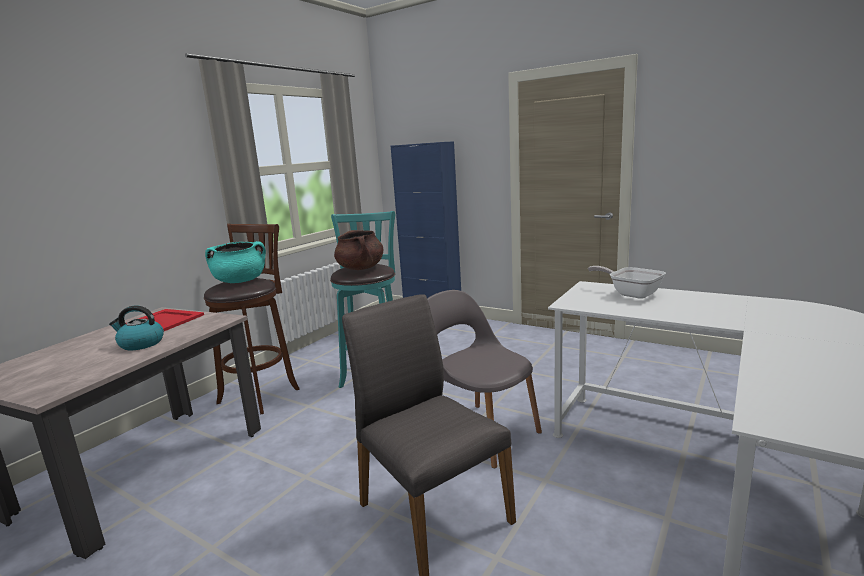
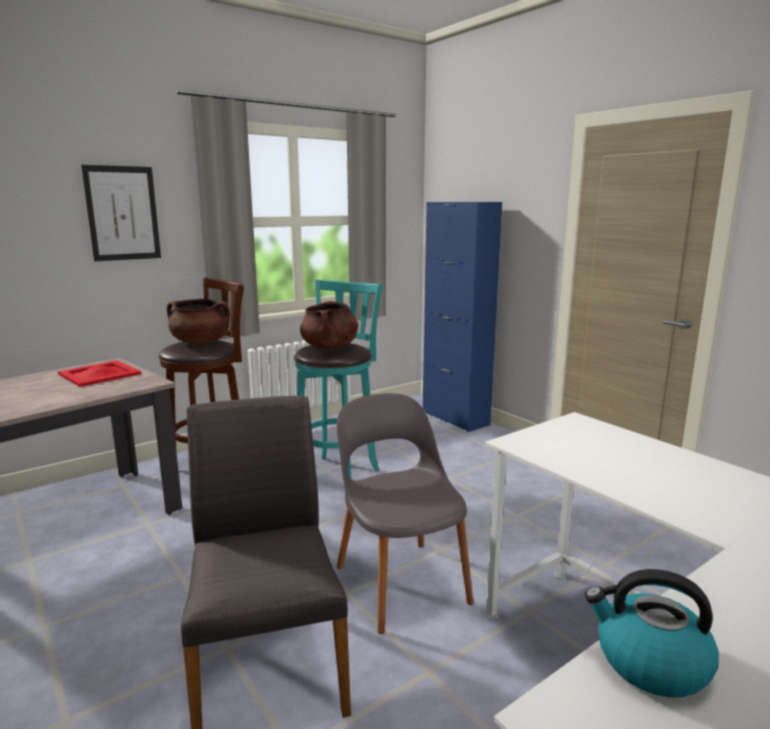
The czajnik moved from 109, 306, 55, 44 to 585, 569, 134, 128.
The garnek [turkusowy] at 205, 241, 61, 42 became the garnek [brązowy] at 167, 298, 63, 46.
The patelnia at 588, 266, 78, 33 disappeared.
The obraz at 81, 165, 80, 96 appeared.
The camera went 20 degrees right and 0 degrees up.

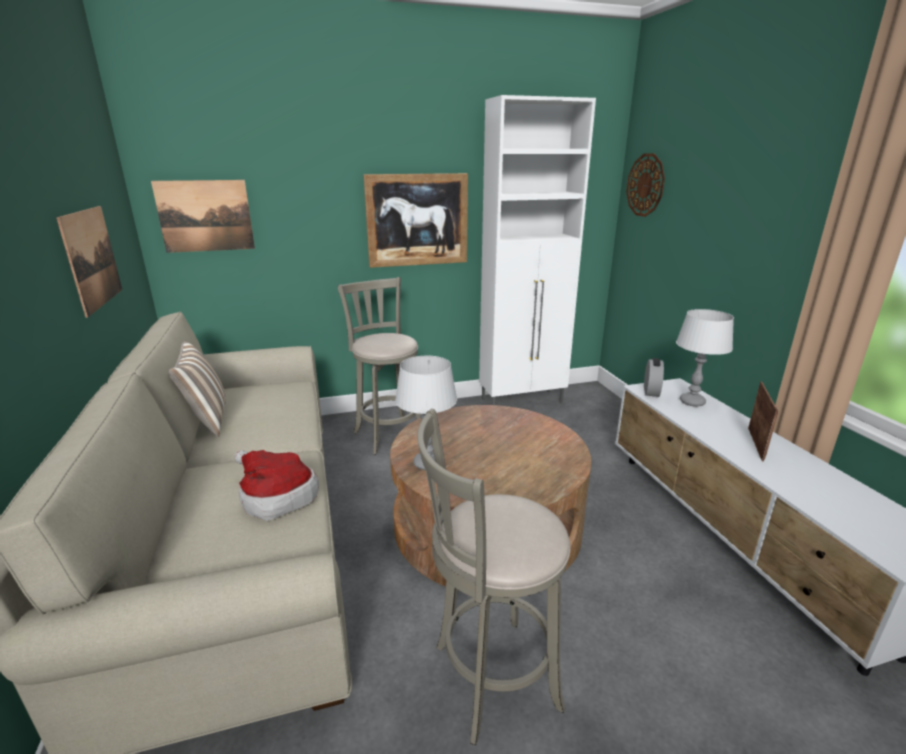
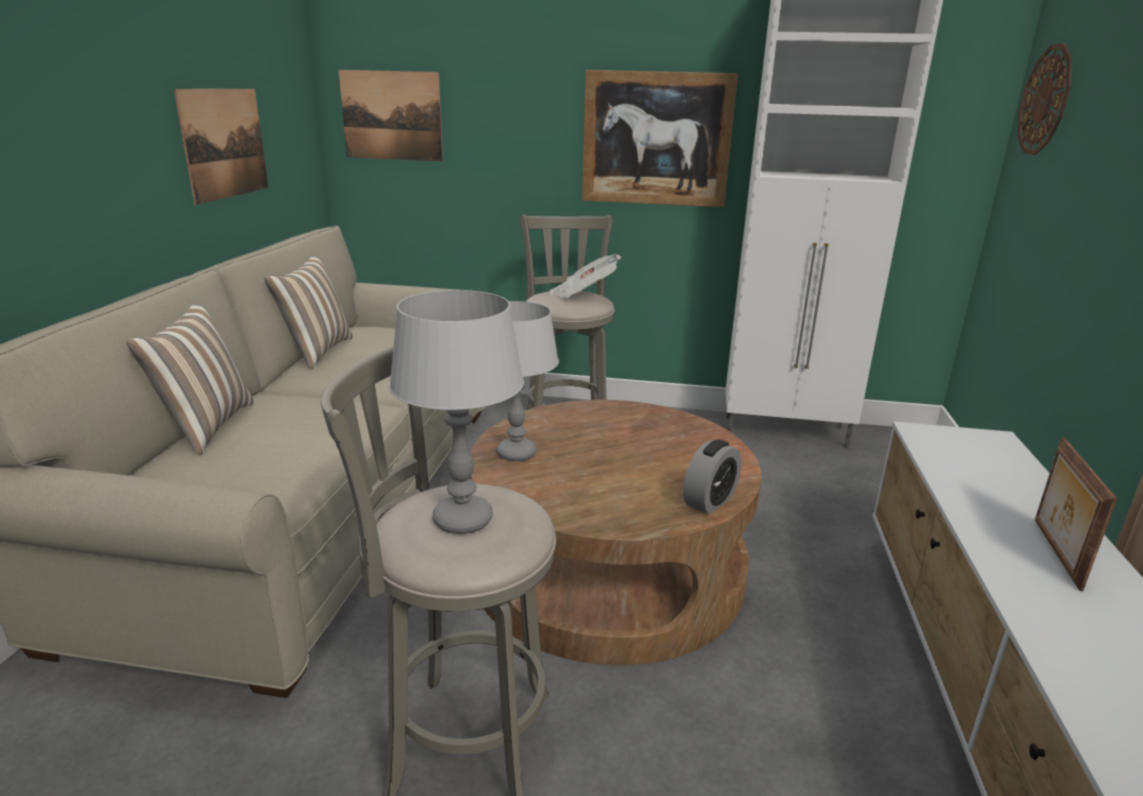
The kapelusz at 234, 450, 85, 71 disappeared.
The budzik moved from 644, 358, 20, 39 to 683, 439, 59, 76.
The lampa stołowa [szary] moved from 676, 309, 58, 98 to 389, 290, 135, 244.
The ramka na zdjęcie at 748, 381, 30, 81 turned 150 degrees clockwise.
The poduszka at 126, 301, 127, 154 appeared.
The gazeta at 549, 254, 72, 44 appeared.
The camera went 25 degrees right and 0 degrees up.

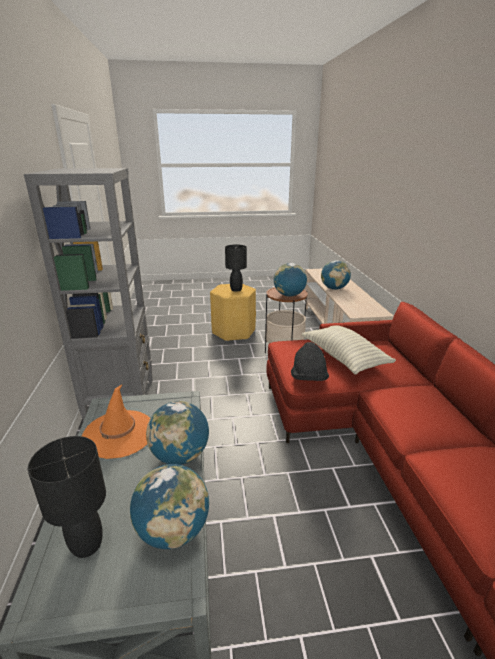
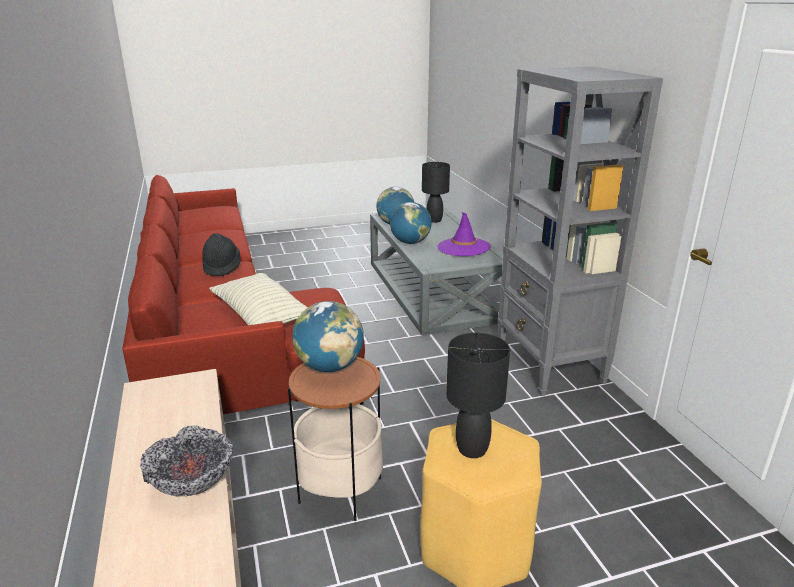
The kapelusz [pomarańczowy] at 82, 384, 68, 75 became the kapelusz [fioletowy] at 438, 212, 53, 44.
The kapelusz [czarny] moved from 291, 342, 38, 39 to 202, 233, 38, 43.
The globus at 321, 260, 30, 30 was replaced by the miska at 140, 425, 93, 72.
The camera went 170 degrees right and 0 degrees up.

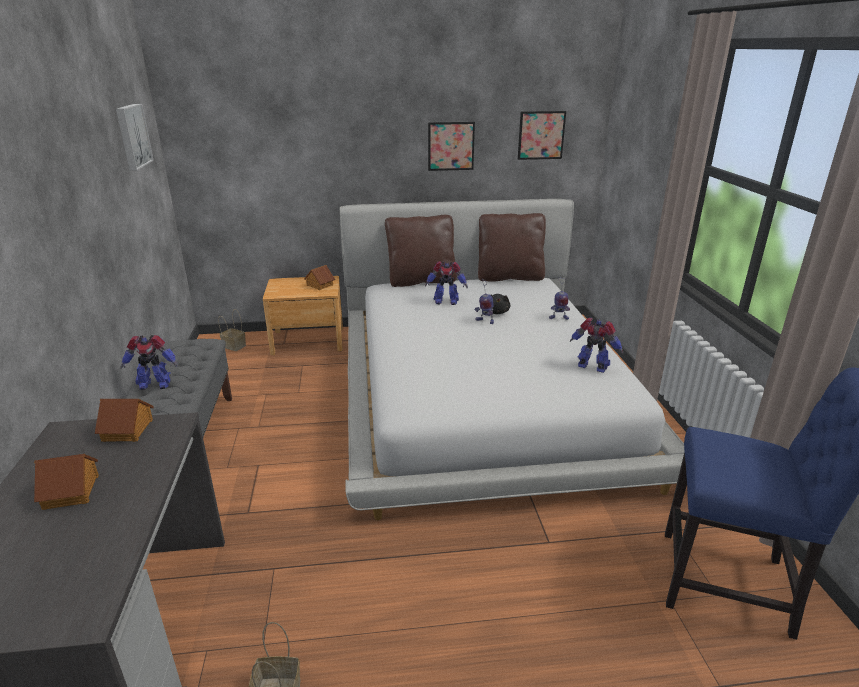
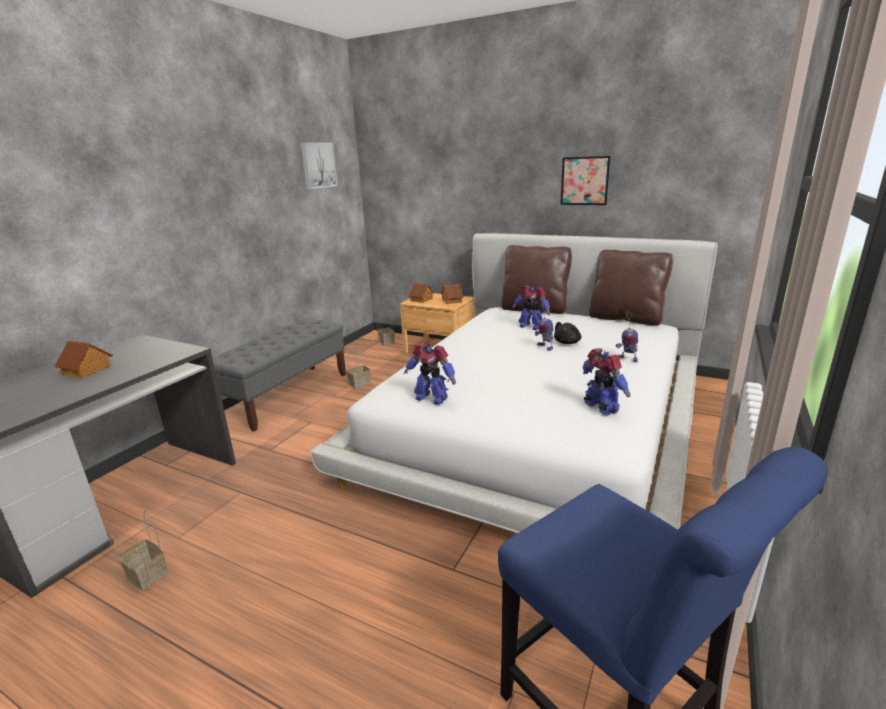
The domek moved from 95, 399, 59, 43 to 409, 283, 25, 20.
The robot zabawkowy moved from 120, 335, 58, 55 to 404, 343, 52, 62.
The obraz at 518, 111, 48, 49 disappeared.
The koszyk at 346, 346, 25, 42 appeared.
The camera went 35 degrees right and 5 degrees down.

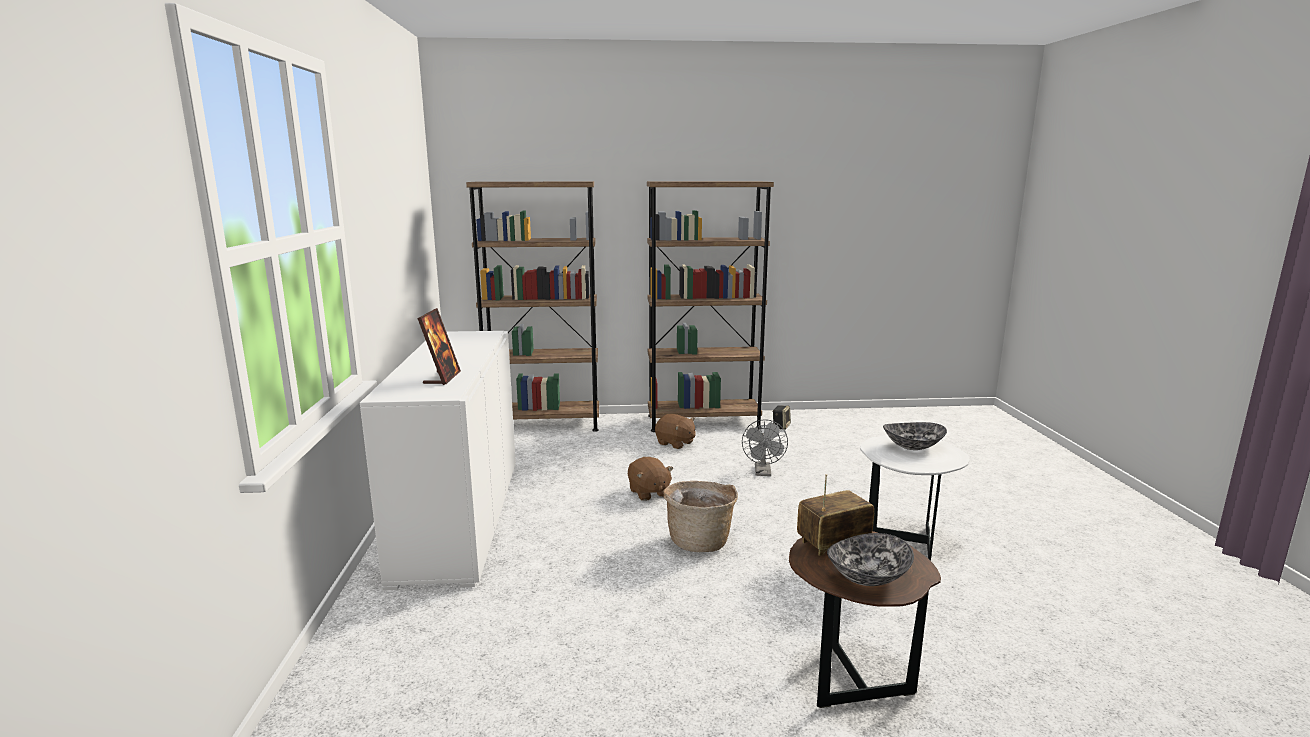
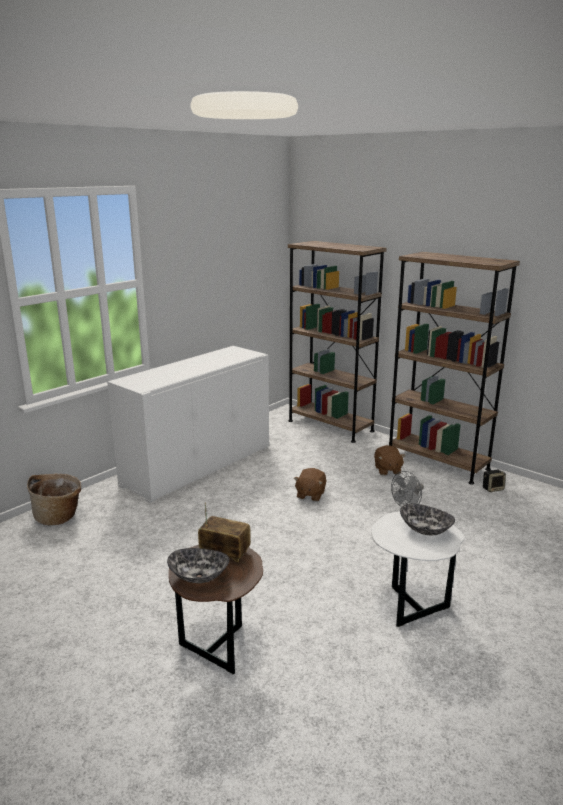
The ramka na zdjęcie at 417, 308, 44, 77 disappeared.
The koszyk moved from 663, 481, 75, 71 to 27, 474, 54, 51.
The camera went 45 degrees right and 5 degrees up.

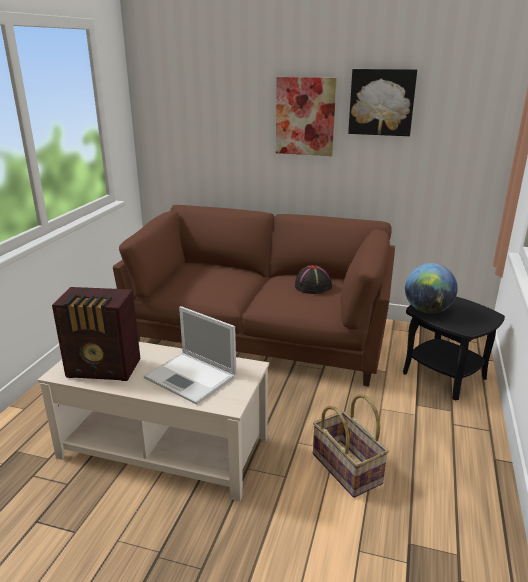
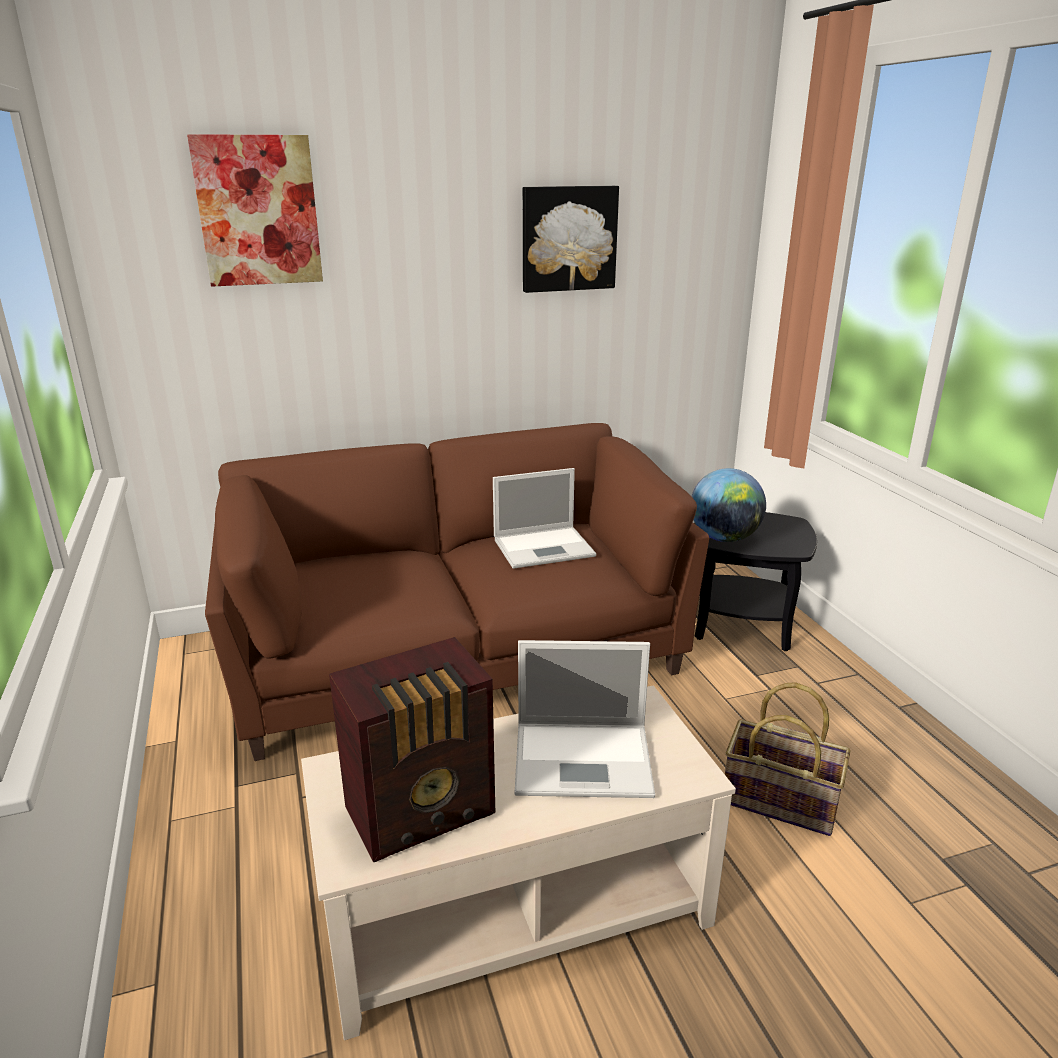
The obraz moved from 276, 77, 61, 79 to 187, 134, 136, 153.
The kapelusz [czarny] at 295, 265, 37, 29 was replaced by the laptop at 493, 468, 103, 101.
The camera went 35 degrees left and 0 degrees up.

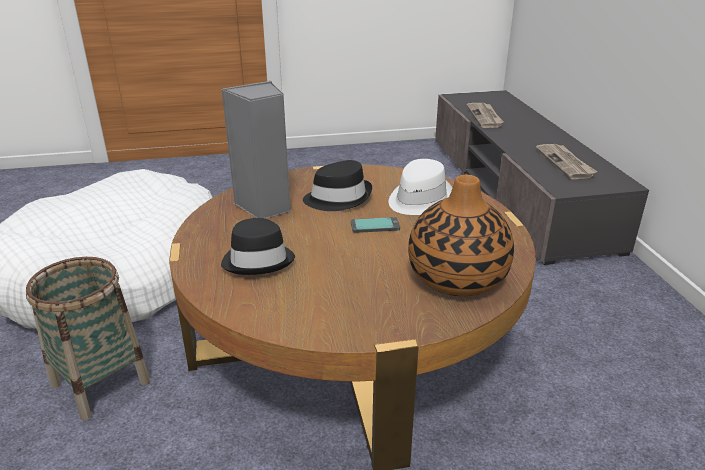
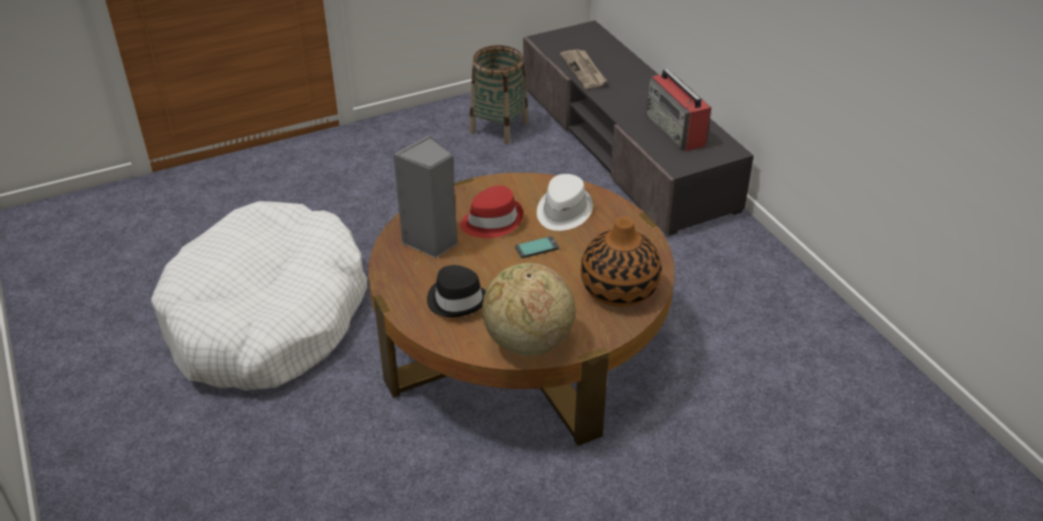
The koszyk moved from 26, 257, 124, 164 to 469, 45, 59, 99.
The kapelusz [czarny] at 303, 160, 69, 51 became the kapelusz [czerwony] at 460, 185, 63, 53.
The gazeta at 536, 144, 61, 35 was replaced by the radio at 646, 69, 65, 83.
The globus at 482, 263, 93, 93 appeared.
The camera went 15 degrees left and 10 degrees up.

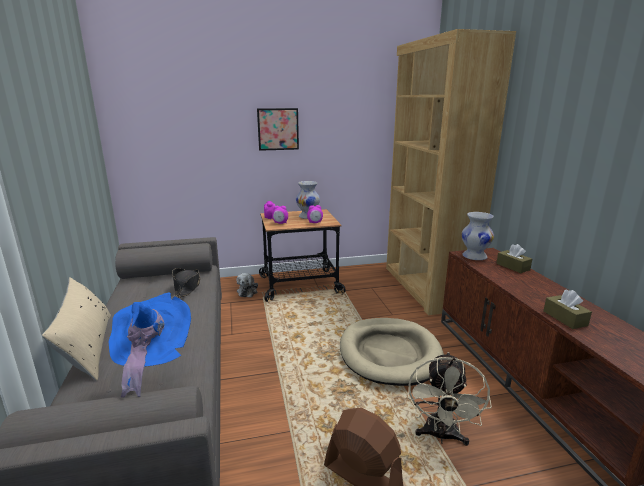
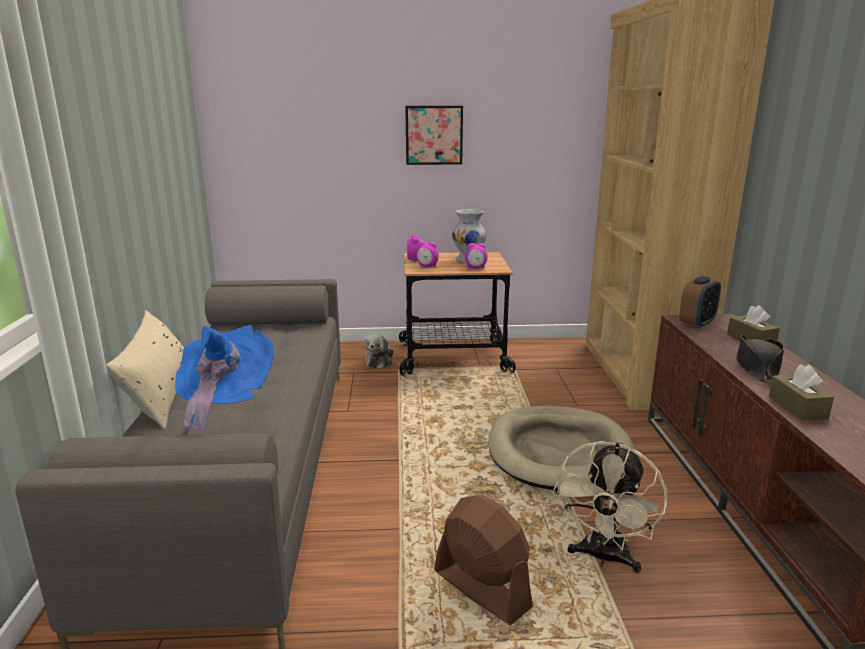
The kapelusz [czarny] moved from 172, 268, 28, 30 to 736, 334, 48, 49.
The wazon [biały] at 461, 212, 33, 48 was replaced by the budzik at 679, 276, 42, 52.
The camera went 10 degrees right and 0 degrees up.

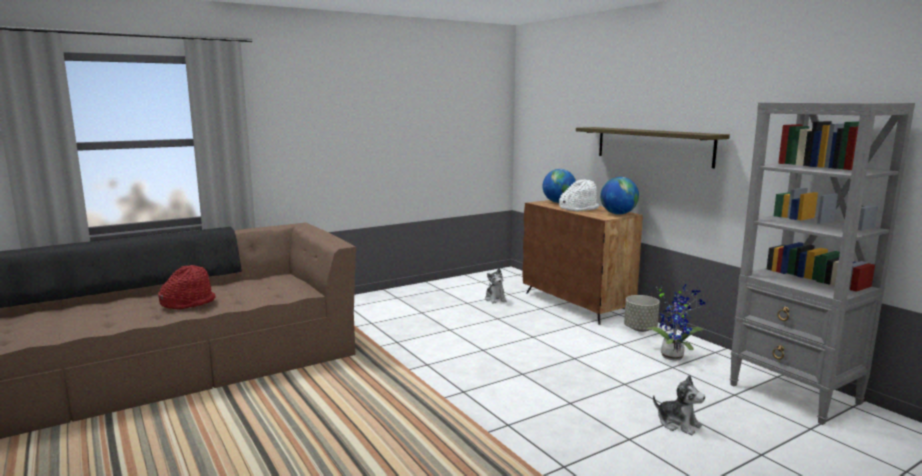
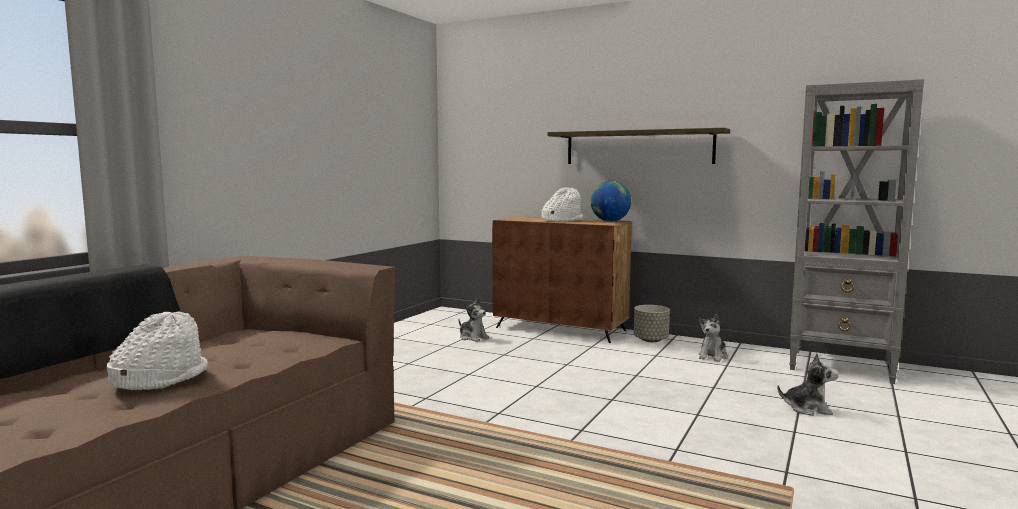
The kapelusz [czerwony] at 158, 265, 58, 44 became the kapelusz [biały] at 107, 311, 101, 79.
The globus at 543, 169, 33, 34 disappeared.
The roślina doniczkowa at 647, 284, 59, 77 was replaced by the pluszak at 699, 314, 29, 48.
The camera went 30 degrees left and 5 degrees down.

